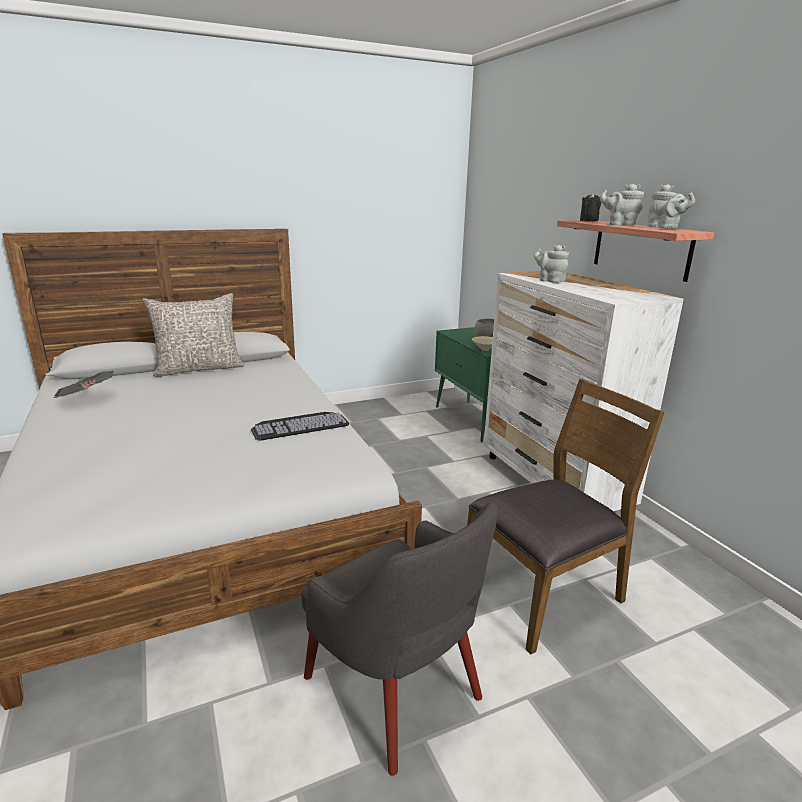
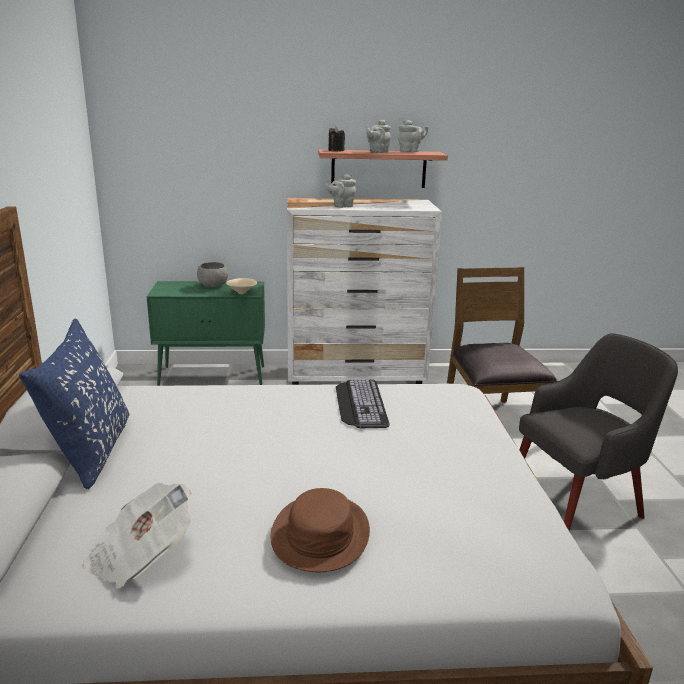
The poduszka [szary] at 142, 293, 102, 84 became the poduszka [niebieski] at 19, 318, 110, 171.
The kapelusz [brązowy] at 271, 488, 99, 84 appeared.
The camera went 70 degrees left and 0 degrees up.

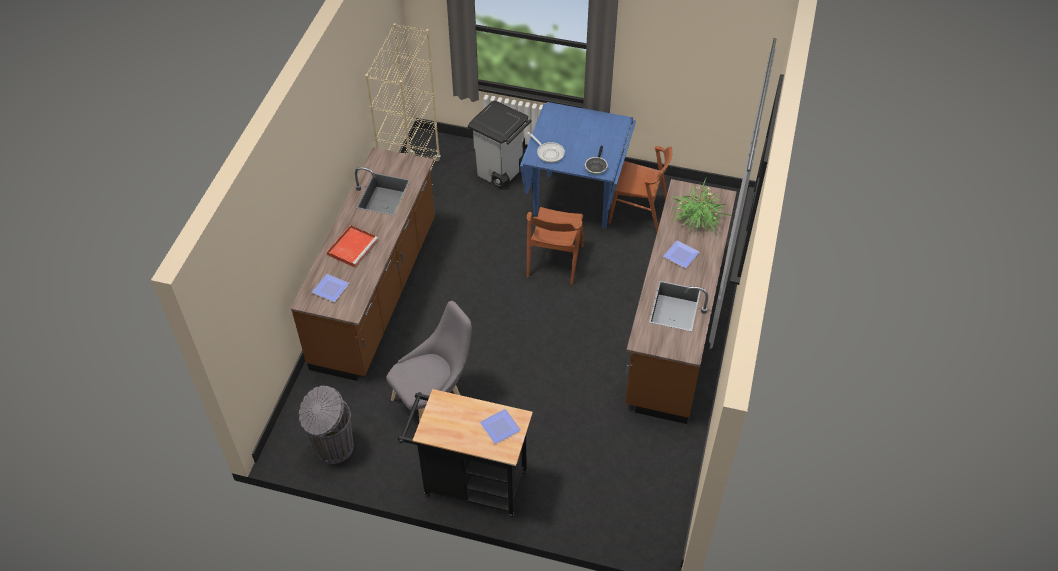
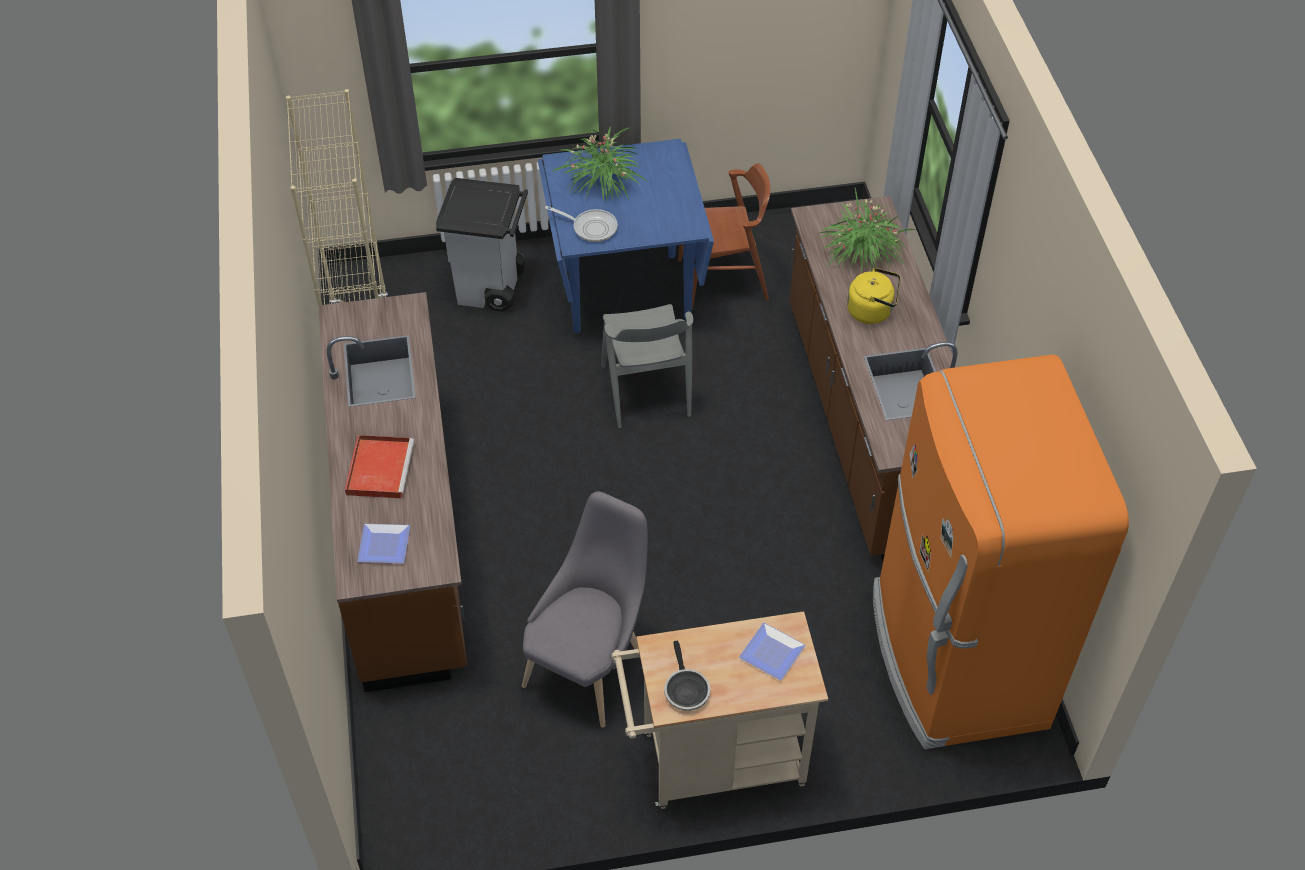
The kosz na śmieci [szary] at 299, 386, 55, 78 disappeared.
The wózek [czarny] at 398, 389, 135, 128 became the wózek [beżowy] at 611, 611, 217, 198.
The krzesło [brązowy] at 527, 207, 56, 78 became the krzesło [szary] at 602, 304, 92, 124.
The patelnia moved from 585, 146, 23, 29 to 664, 640, 46, 71.
The talerz at 663, 240, 36, 28 was replaced by the czajnik [żółty] at 847, 268, 53, 56.
The roślina doniczkowa at 551, 126, 96, 75 appeared.
The lodówka [pomarańczowy] at 873, 354, 256, 395 appeared.
The camera went 25 degrees left and 0 degrees up.

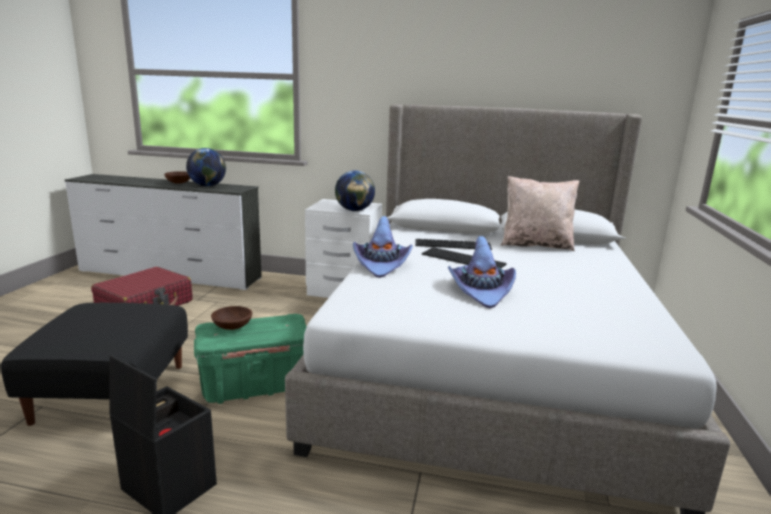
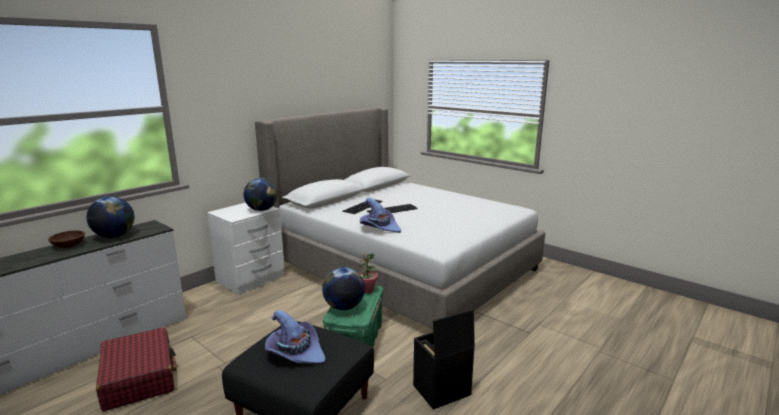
The miska [brązowy] at 211, 306, 41, 24 was replaced by the globus at 322, 267, 43, 43.
The kapelusz [fioletowy] moved from 448, 236, 68, 72 to 265, 310, 60, 54.
The poduszka [beżowy] at 501, 176, 78, 75 disappeared.
The roślina doniczkowa at 358, 253, 20, 40 appeared.
The camera went 60 degrees left and 0 degrees up.

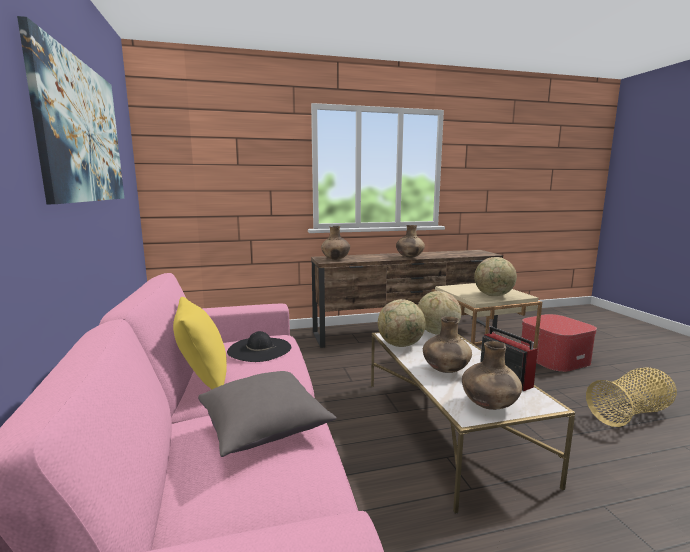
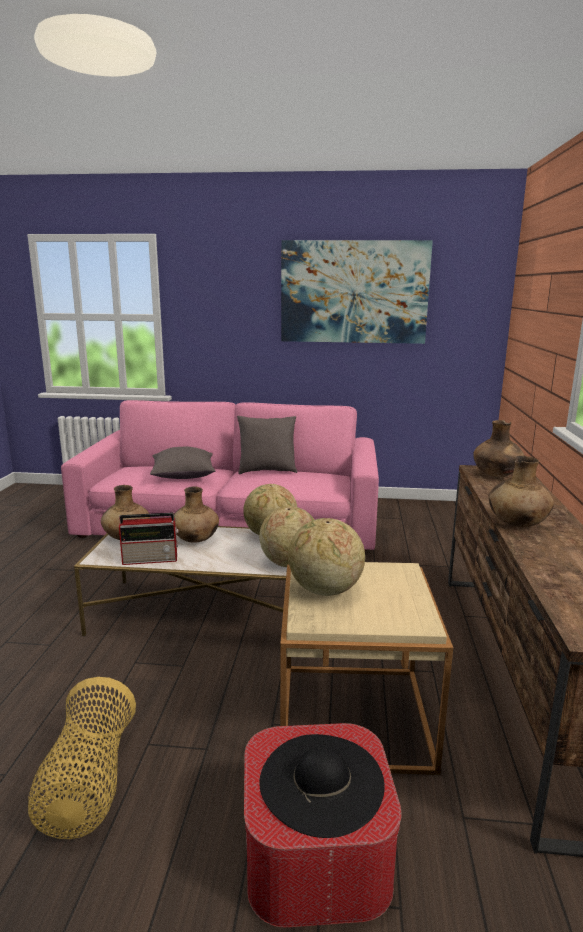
The poduszka [żółty] at 173, 297, 54, 92 became the poduszka [szary] at 237, 416, 60, 58.
The kapelusz [czarny] moved from 227, 331, 64, 31 to 259, 734, 126, 104.
The camera went 110 degrees right and 5 degrees up.

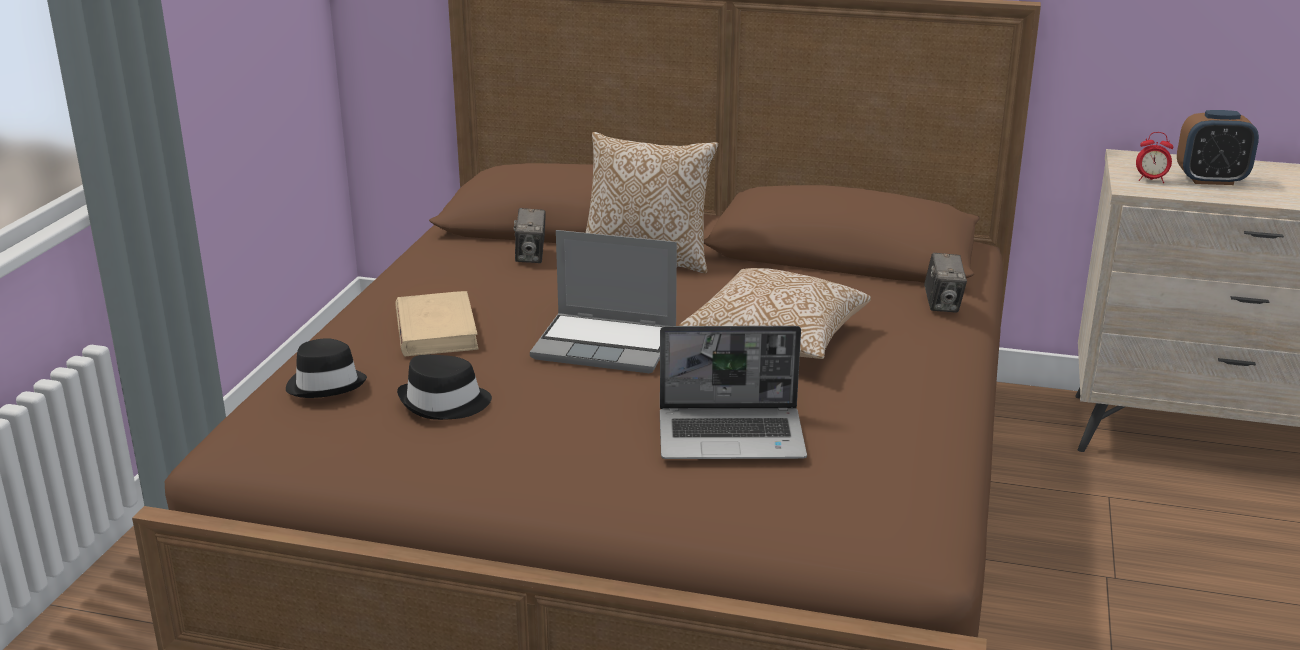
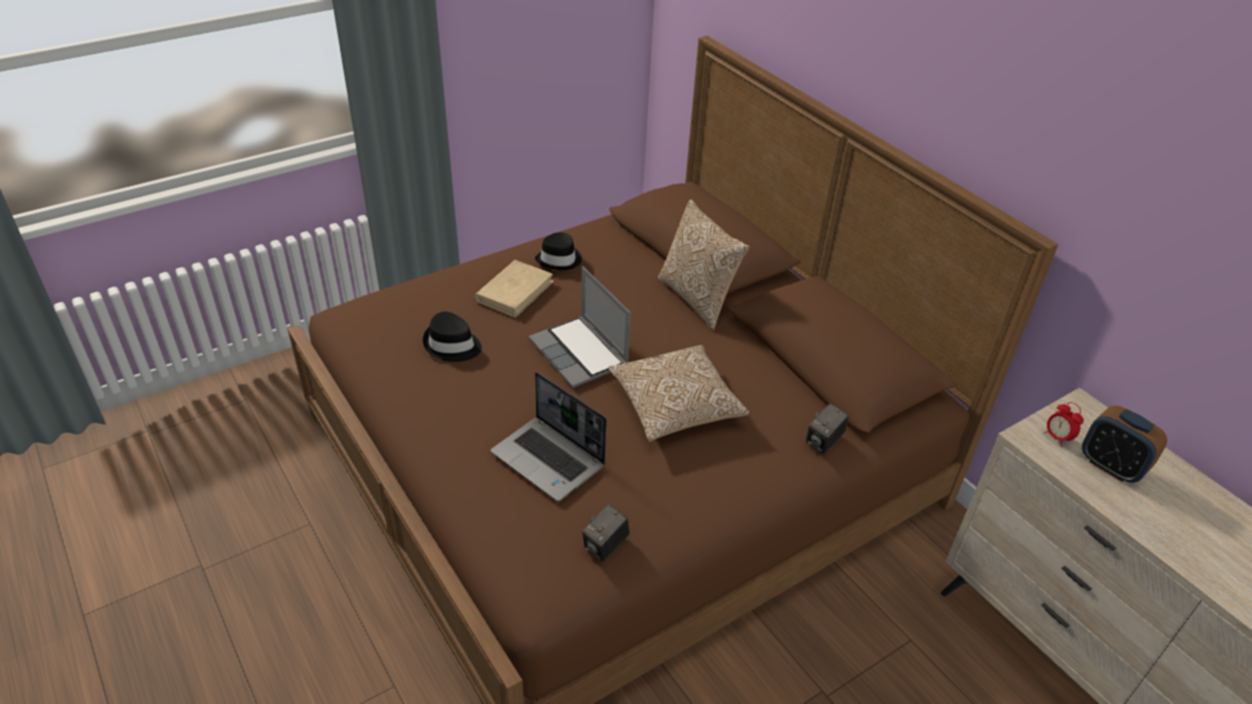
The kapelusz [czarny] moved from 286, 338, 81, 60 to 535, 232, 47, 38.
The aparat fotograficzny moved from 513, 208, 33, 55 to 582, 504, 47, 58.
The camera went 40 degrees right and 15 degrees up.

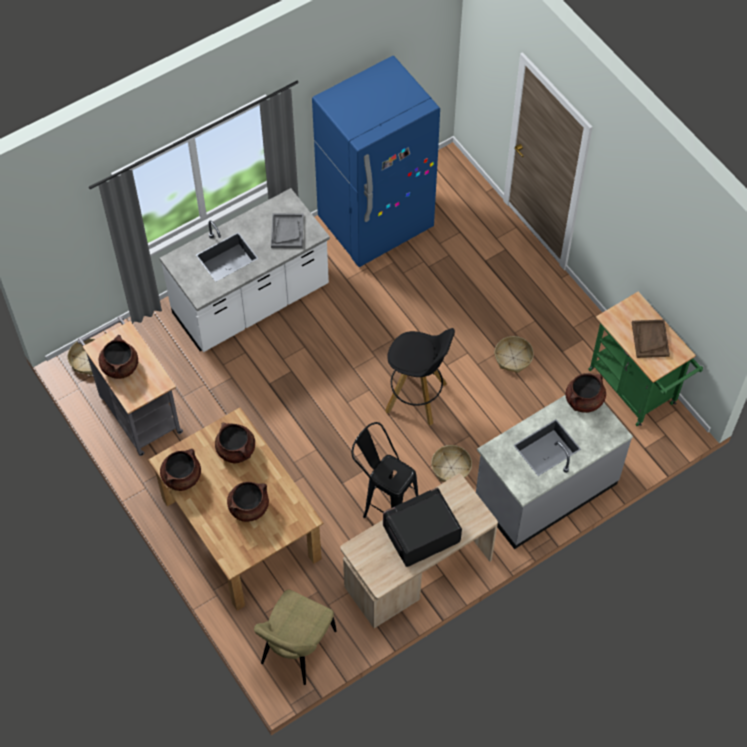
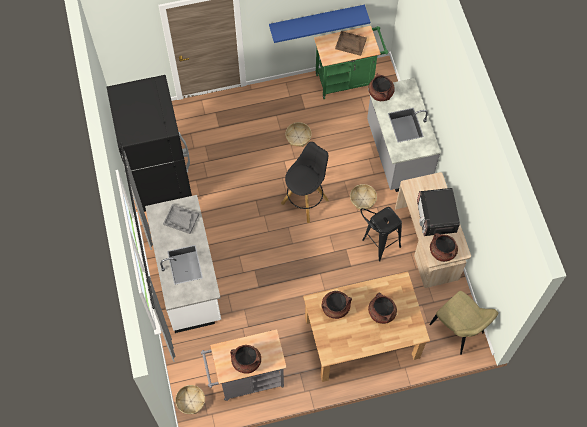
The garnek [brązowy] moved from 160, 449, 41, 42 to 430, 233, 28, 29.
The lodówka [niebieski] at 312, 56, 128, 211 became the lodówka [czarny] at 107, 75, 85, 137.
The półka [niebieski] at 269, 5, 101, 38 appeared.
The camera went 70 degrees left and 5 degrees up.

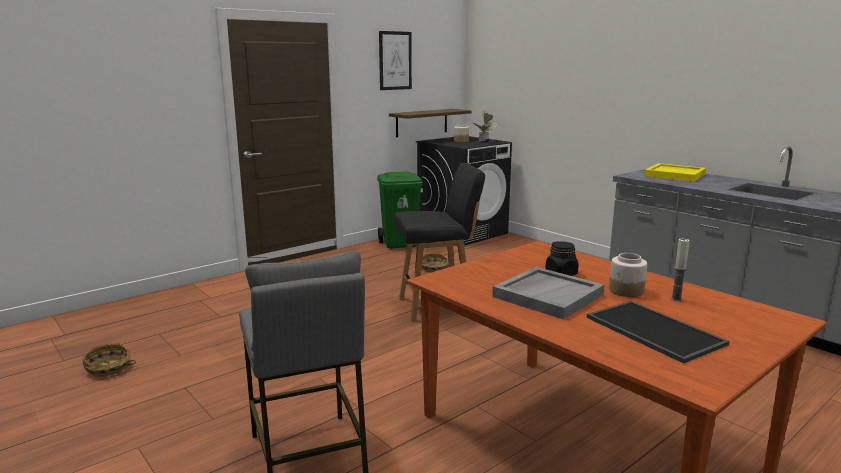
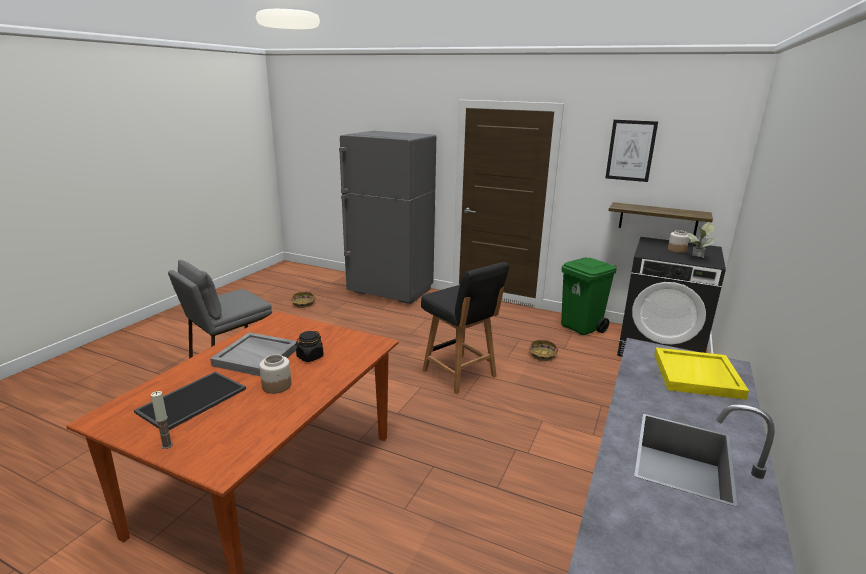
The świeca moved from 671, 239, 19, 62 to 151, 391, 22, 58.
The lodówka [szary] at 339, 131, 97, 173 appeared.
The camera went 65 degrees right and 5 degrees up.

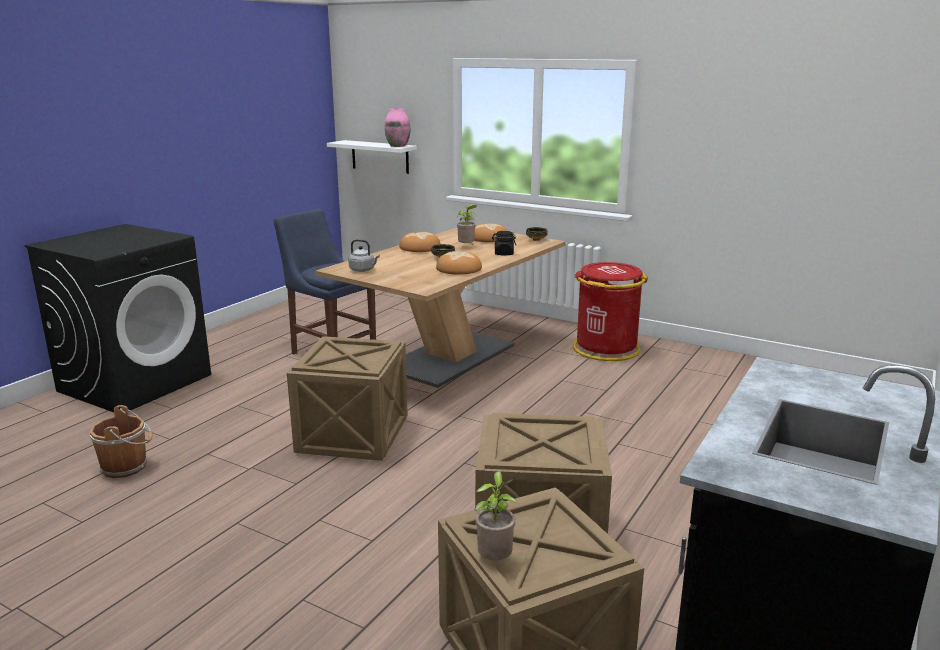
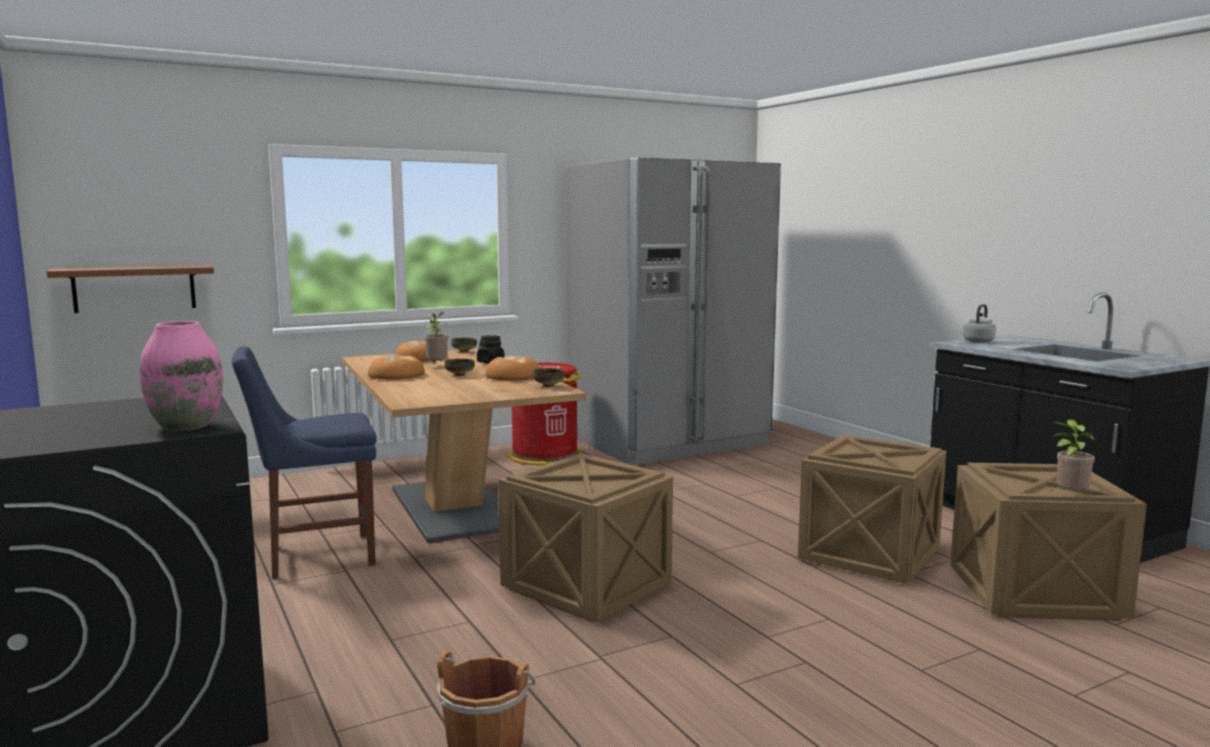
The półka [biały] at 327, 140, 90, 34 became the półka [brązowy] at 47, 266, 167, 47.
The czajnik [szary] moved from 348, 239, 32, 33 to 963, 304, 33, 39.
The wazon [różowy] moved from 385, 108, 25, 39 to 140, 321, 83, 110.
The miska at 532, 368, 33, 19 appeared.
The lodówka [szary] at 566, 157, 215, 308 appeared.
The camera went 60 degrees left and 10 degrees down.

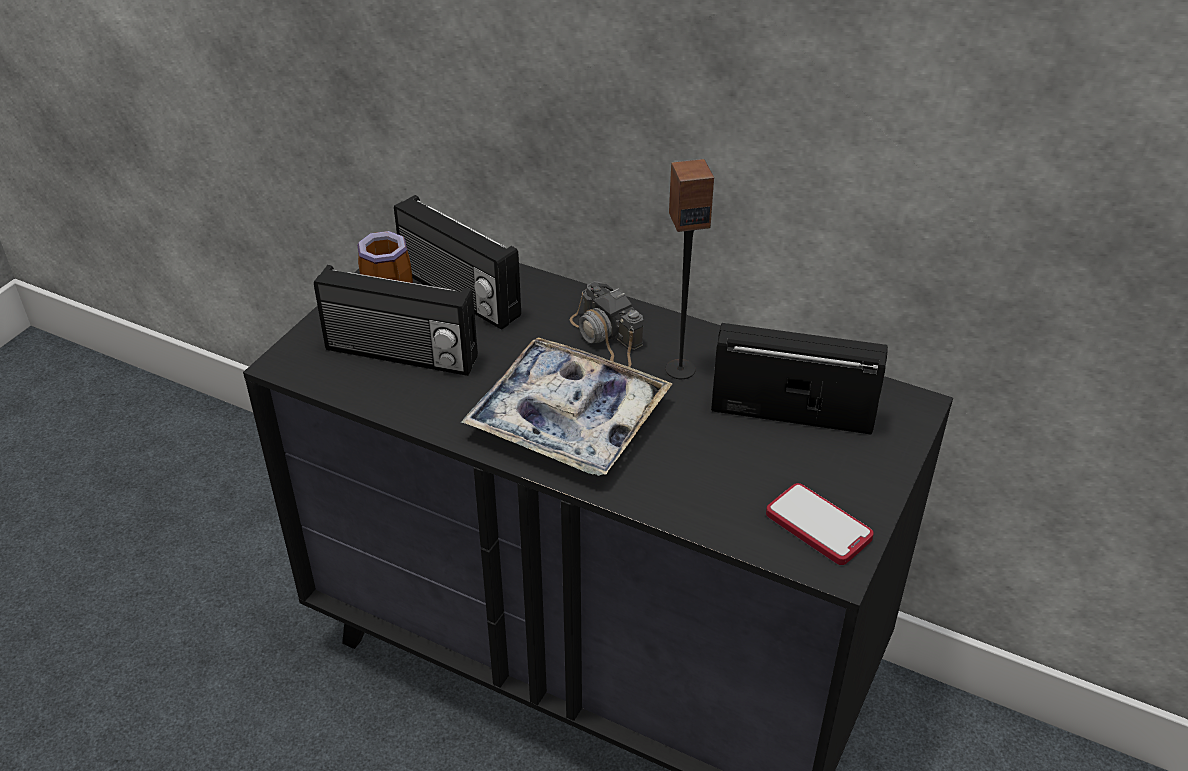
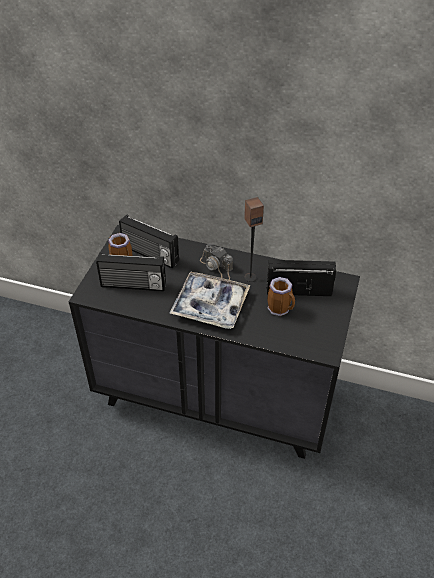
The telefon at 766, 483, 108, 82 disappeared.
The kubek at 267, 277, 28, 39 appeared.
The camera went 10 degrees left and 5 degrees up.

